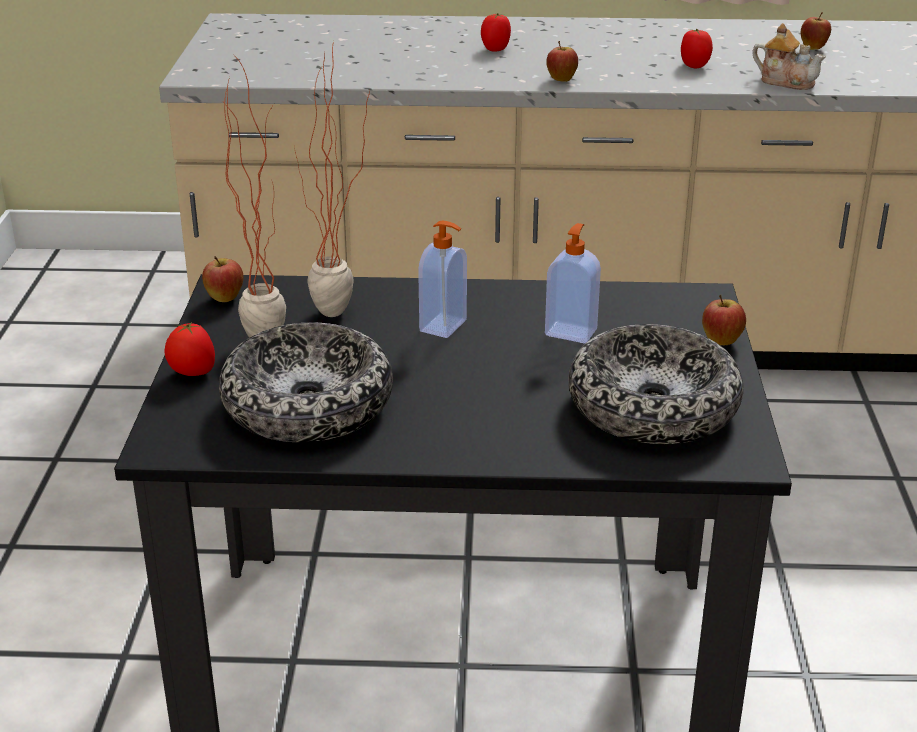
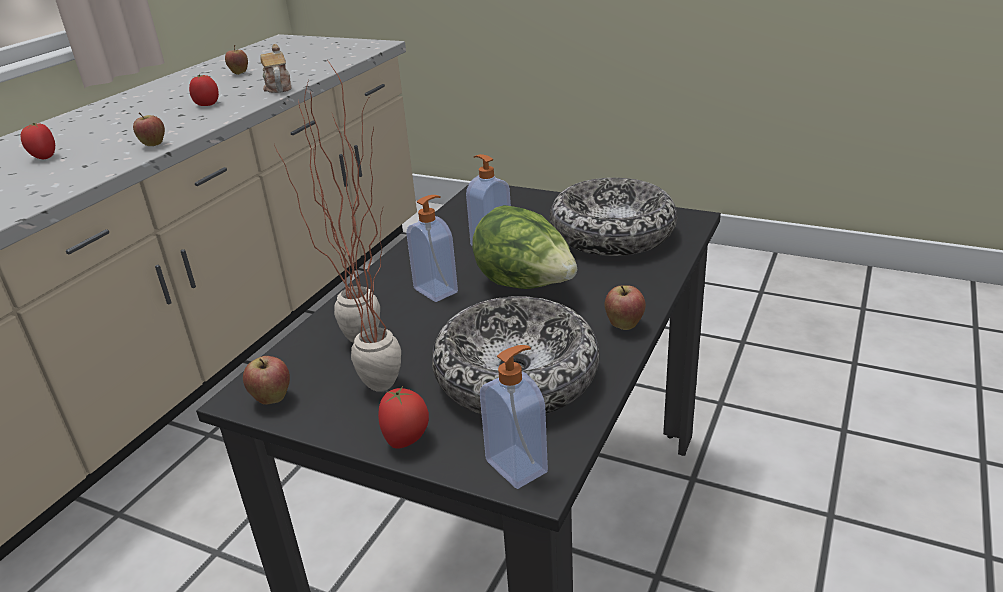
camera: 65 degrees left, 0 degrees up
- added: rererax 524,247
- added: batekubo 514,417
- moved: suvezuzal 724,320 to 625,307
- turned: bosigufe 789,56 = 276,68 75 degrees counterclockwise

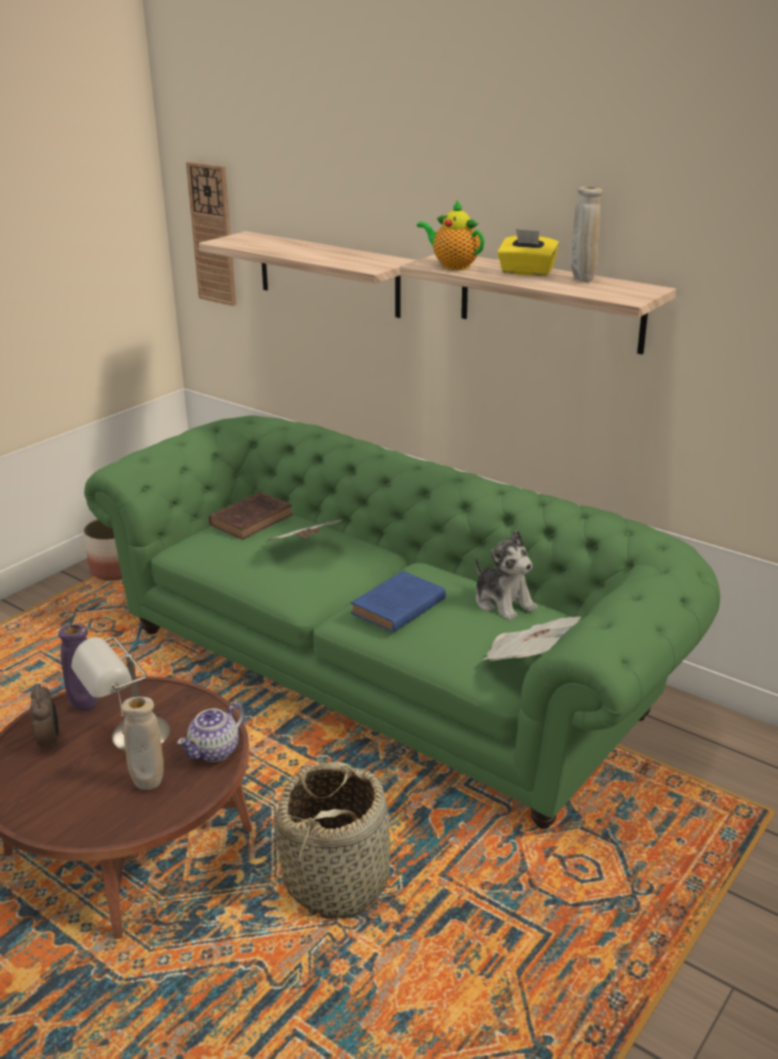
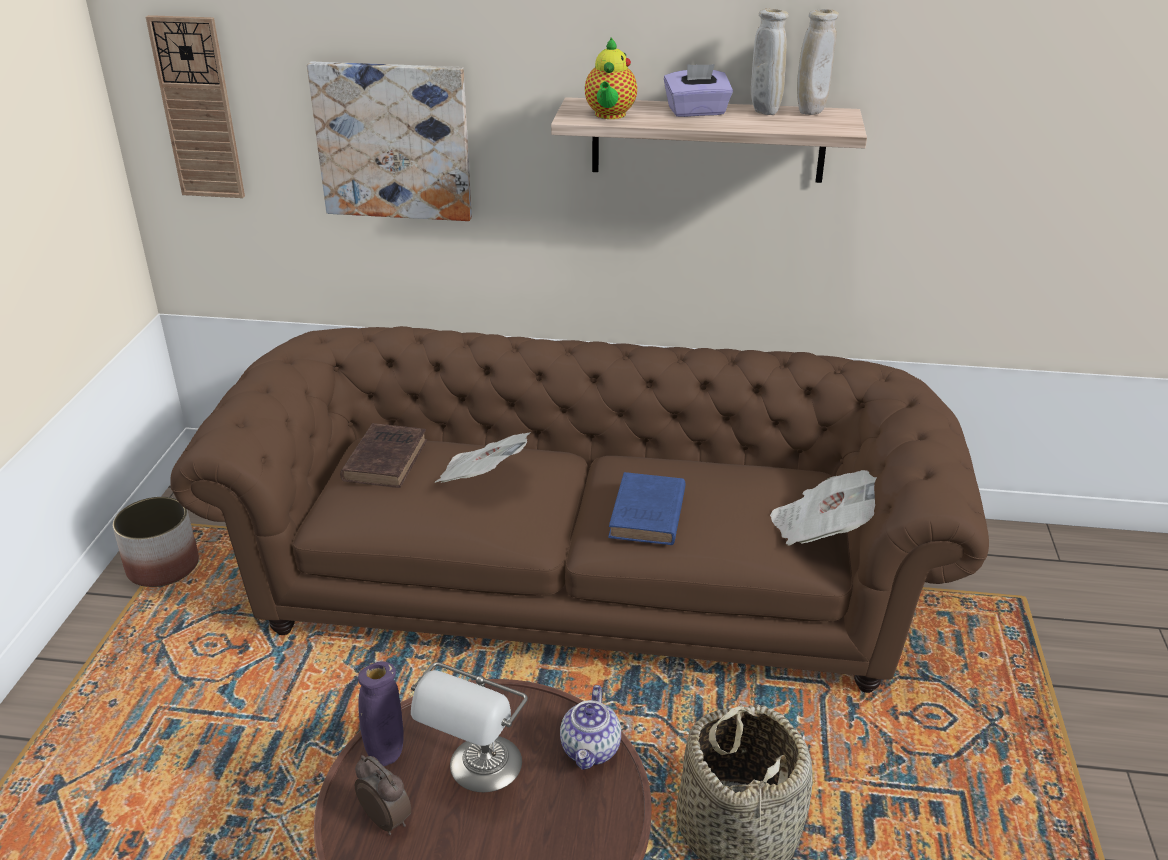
camera: 30 degrees left, 5 degrees up
- removed: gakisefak 506,575
- moved: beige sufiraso 142,743 to 818,62
- replaced: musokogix 307,274 to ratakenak 389,141
- recoloured: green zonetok 402,622 to brown zonetok 579,509
- recoloured: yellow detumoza 528,253 to purple detumoza 698,90
- turned: bosigufe 451,235 = 611,78 90 degrees counterclockwise

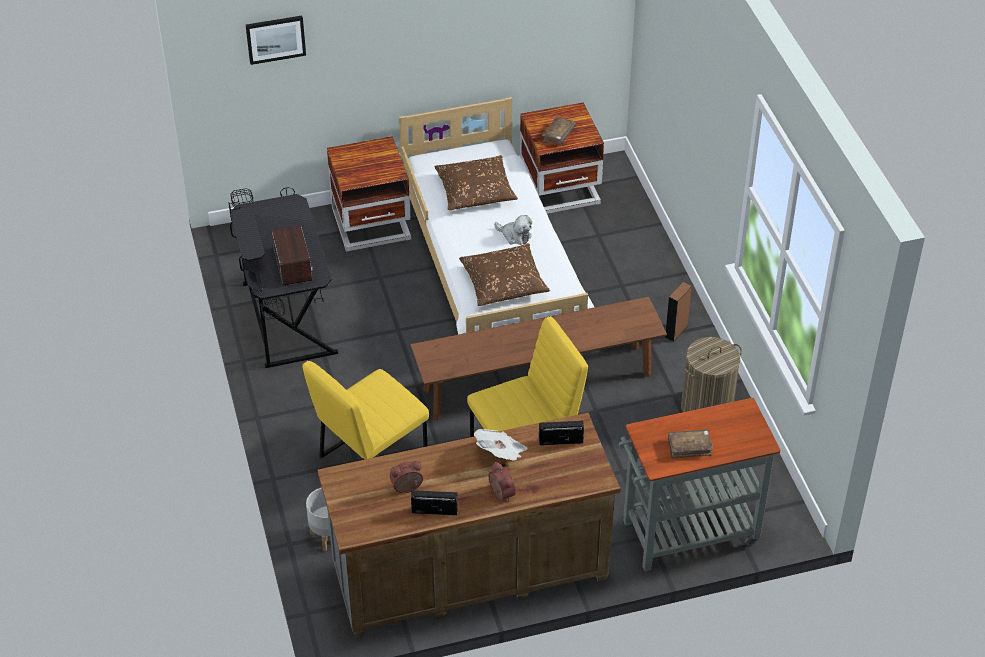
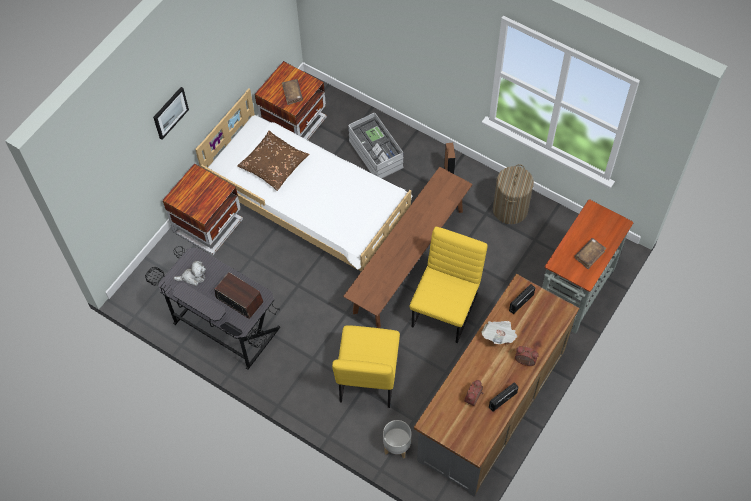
camera: 40 degrees left, 15 degrees up
- removed: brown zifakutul 504,274
- added: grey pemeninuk 375,145
- moved: ratakenak 276,40 to 171,113
- moved: gakisefak 513,230 to 190,273

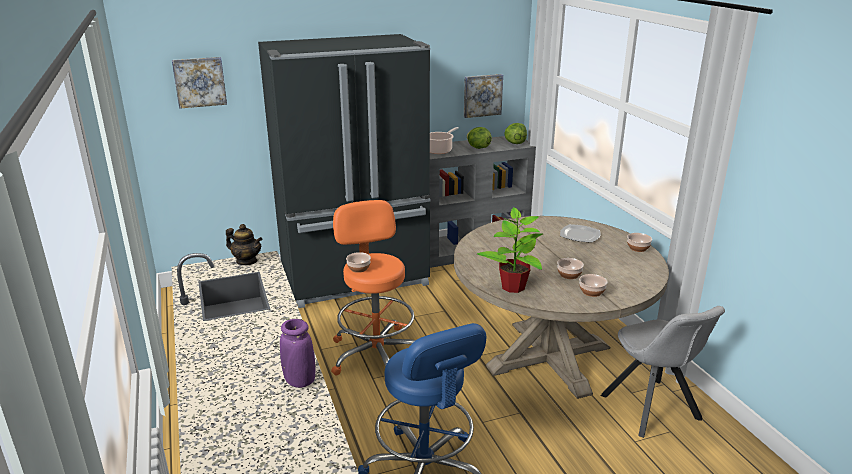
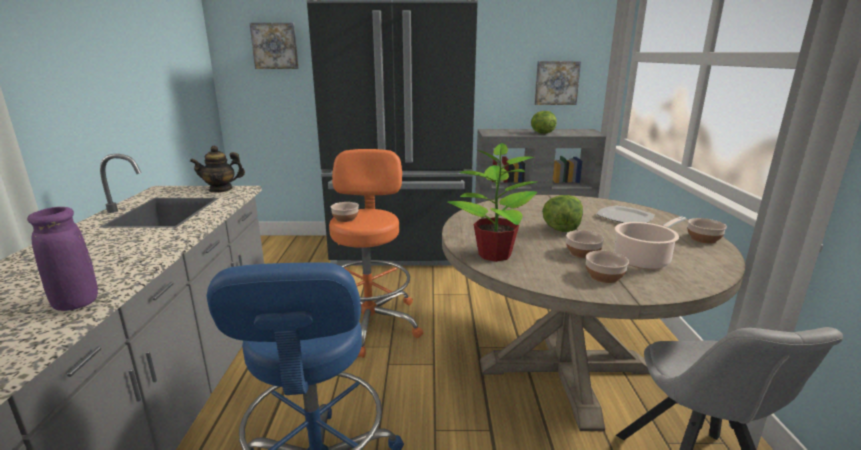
camera: 20 degrees right, 5 degrees down
- moved: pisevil 444,140 to 650,242
- moved: rererax 515,133 to 562,213
- turned: bosigufe 244,244 = 217,169 120 degrees clockwise

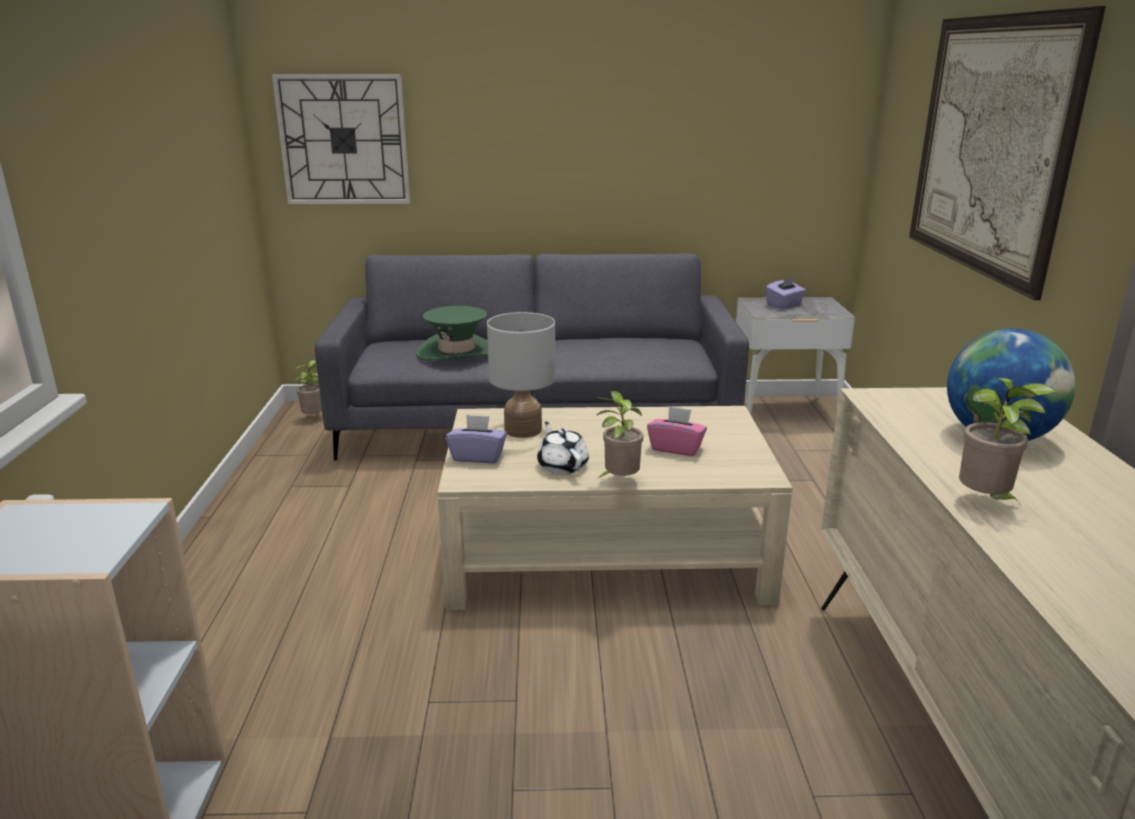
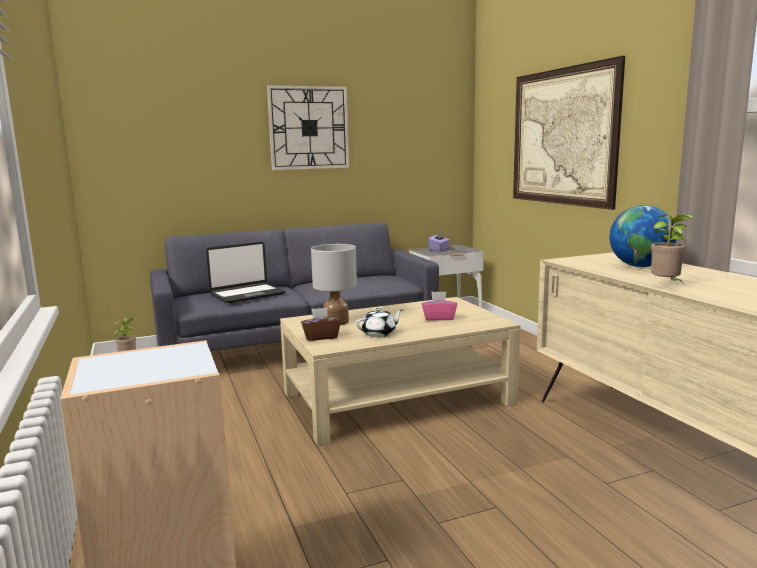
camera: 20 degrees left, 10 degrees down
- removed: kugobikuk 619,435
- moved: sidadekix 341,139 to 308,127
- replaced: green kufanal 452,333 to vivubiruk 246,272
- recoloured: purple detumoza 476,439 to brown detumoza 321,324
- turned: white bosigufe 563,448 = 379,322 105 degrees clockwise

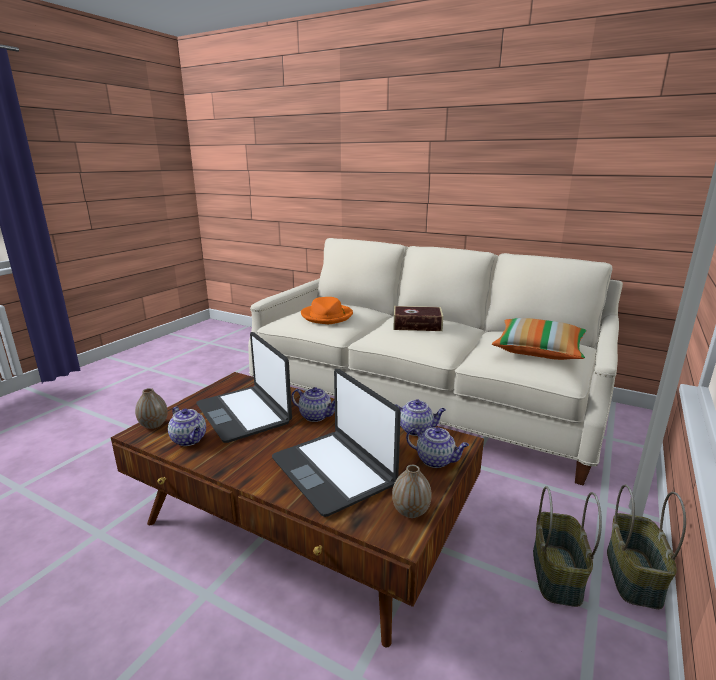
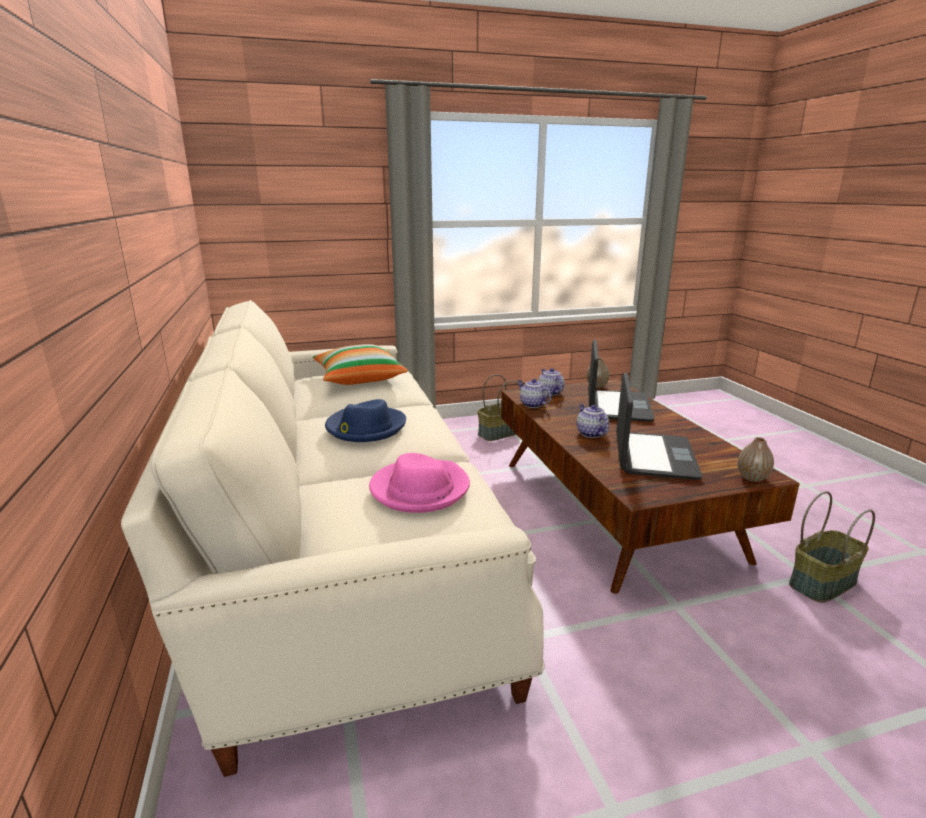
camera: 135 degrees left, 0 degrees up
- removed: bosigufe 187,426
- moved: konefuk 646,547 to 832,546
- replaced: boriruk 418,318 to blue kufanal 365,420
- recoloured: orange kufanal 327,310 to pink kufanal 419,483

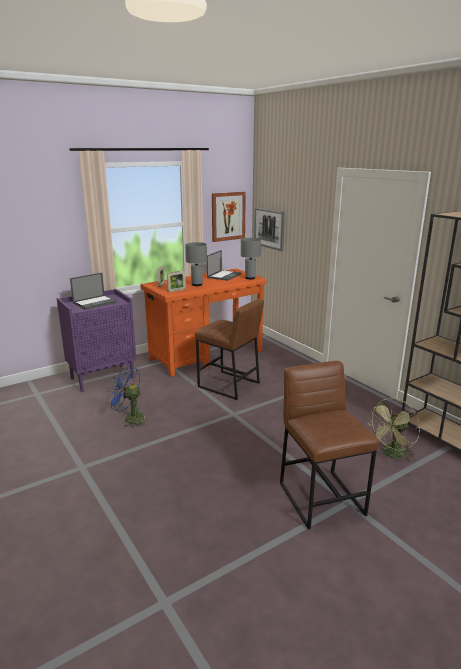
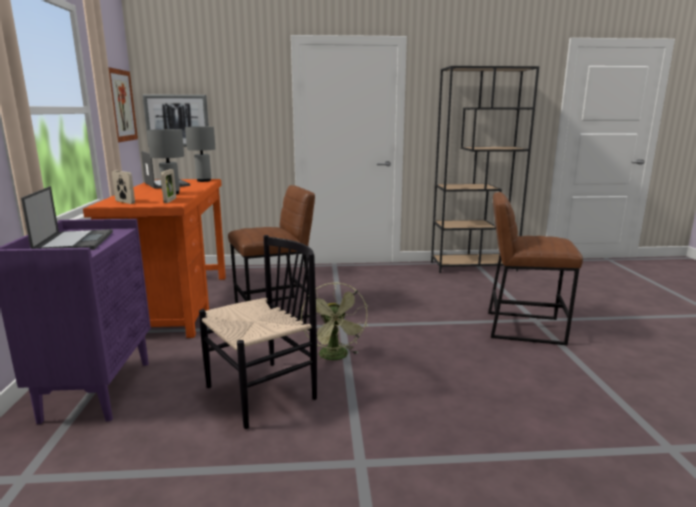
camera: 60 degrees left, 5 degrees down
- moved: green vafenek 393,430 to 334,321
- replaced: blue vafenek 127,397 to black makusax 258,332

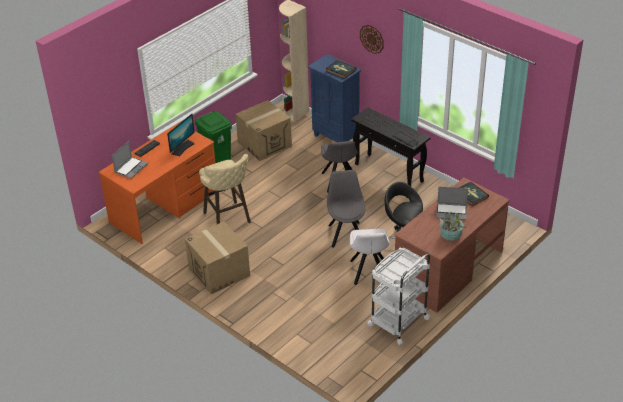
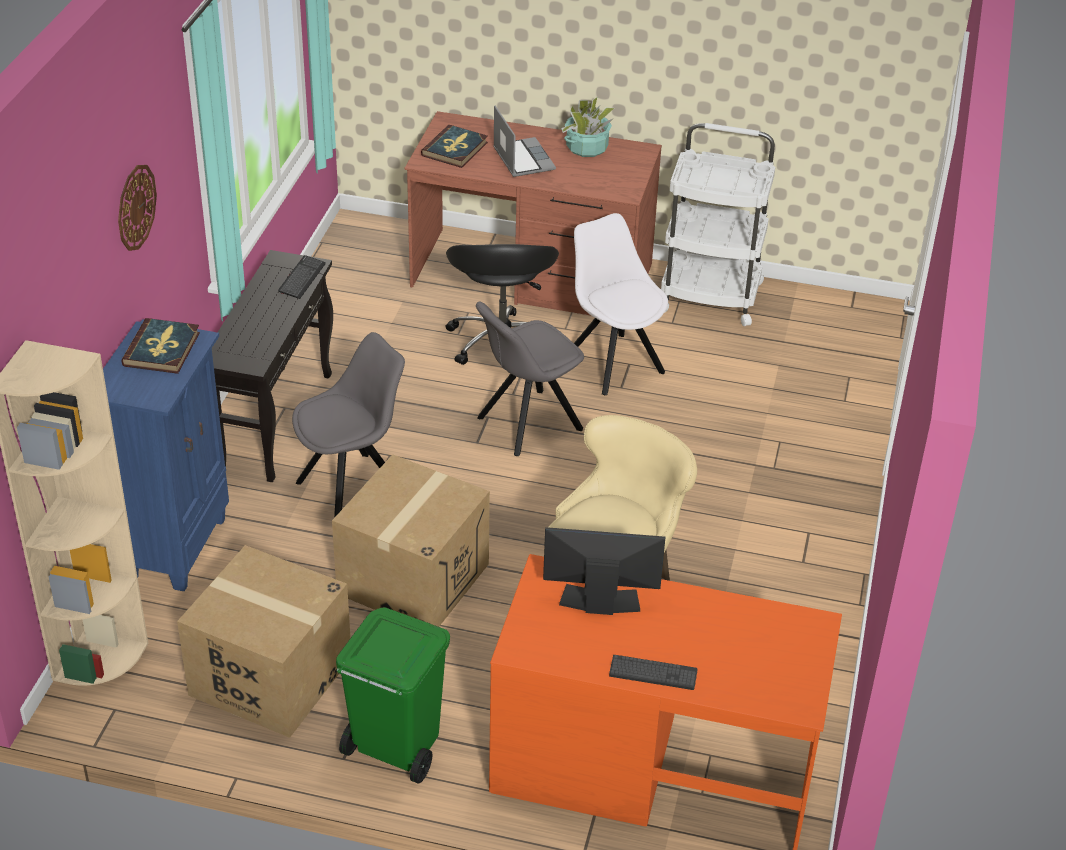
camera: 120 degrees left, 0 degrees up
- removed: vivubiruk 130,160
- moved: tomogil 217,257 to 411,540
- turned: white makusax 369,257 = 621,304 90 degrees counterclockwise

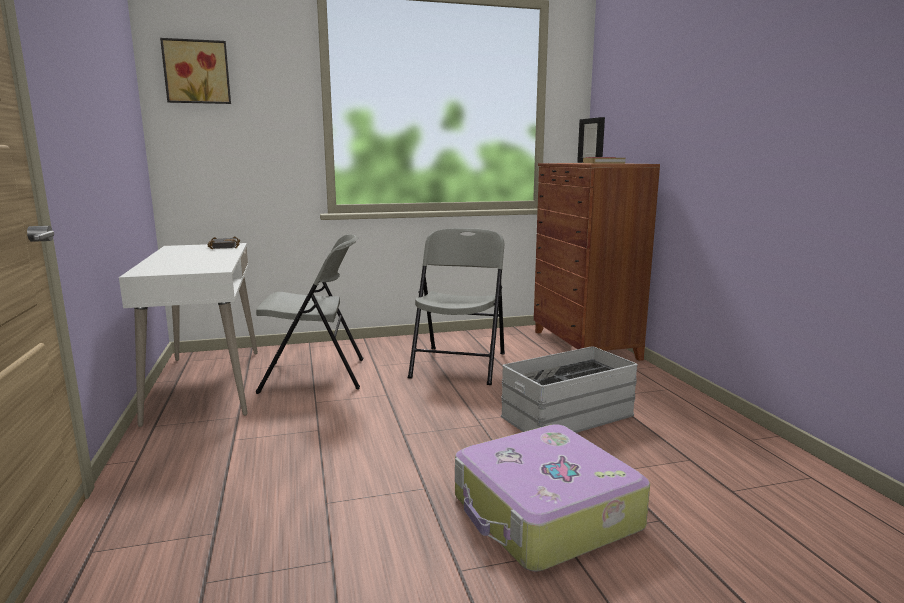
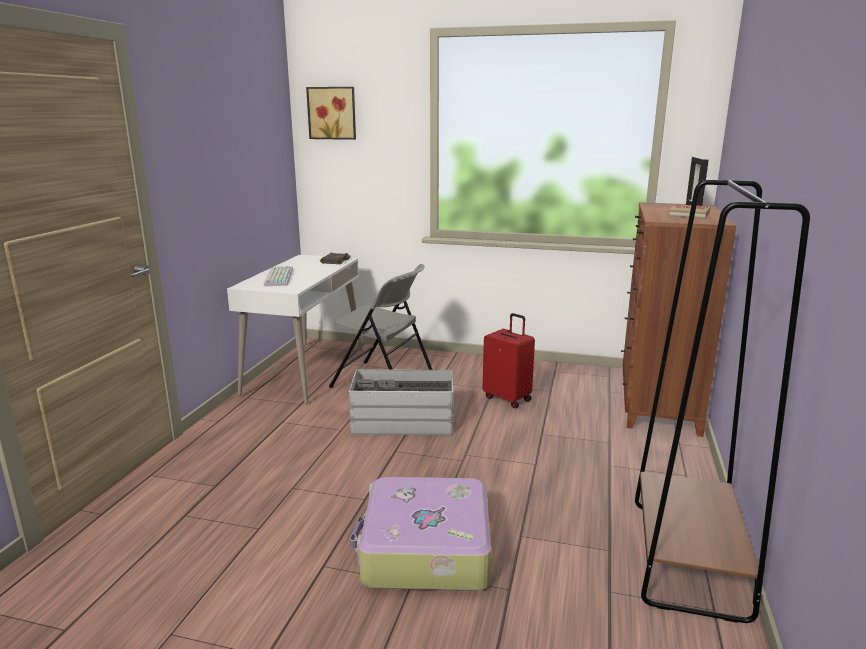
camera: 30 degrees right, 5 degrees up
- added: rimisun 278,276
- added: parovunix 722,401
- moved: grey pemeninuk 569,389 to 401,402
- replaced: grey makusax 456,306 to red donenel 508,360

